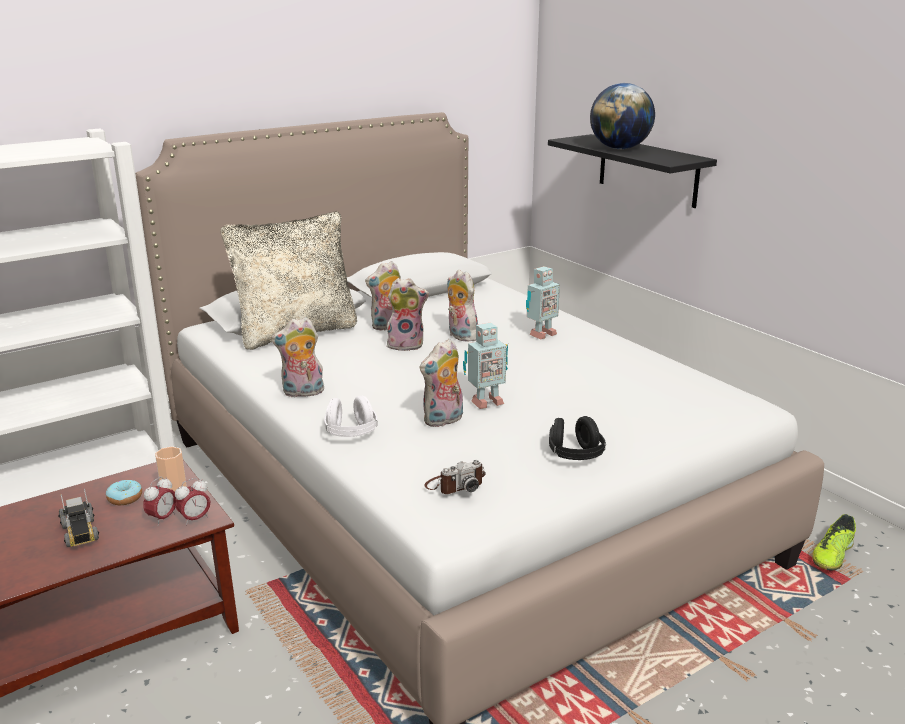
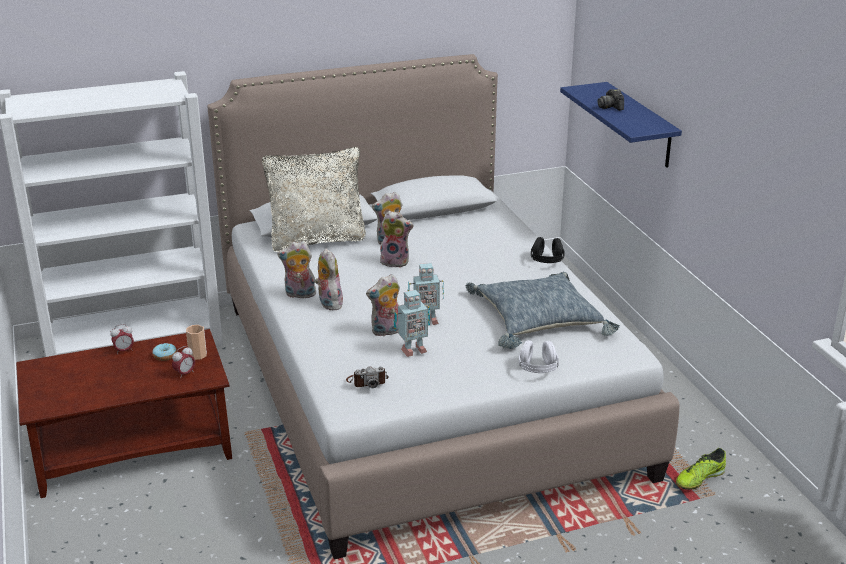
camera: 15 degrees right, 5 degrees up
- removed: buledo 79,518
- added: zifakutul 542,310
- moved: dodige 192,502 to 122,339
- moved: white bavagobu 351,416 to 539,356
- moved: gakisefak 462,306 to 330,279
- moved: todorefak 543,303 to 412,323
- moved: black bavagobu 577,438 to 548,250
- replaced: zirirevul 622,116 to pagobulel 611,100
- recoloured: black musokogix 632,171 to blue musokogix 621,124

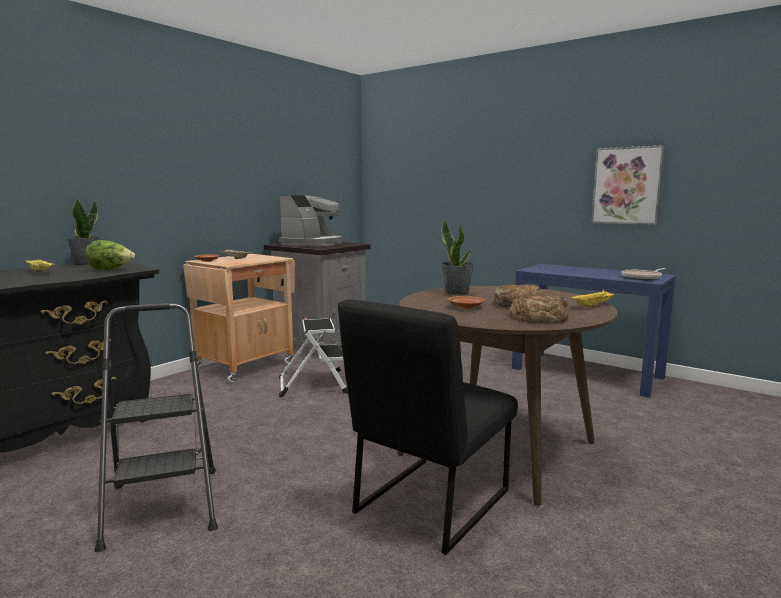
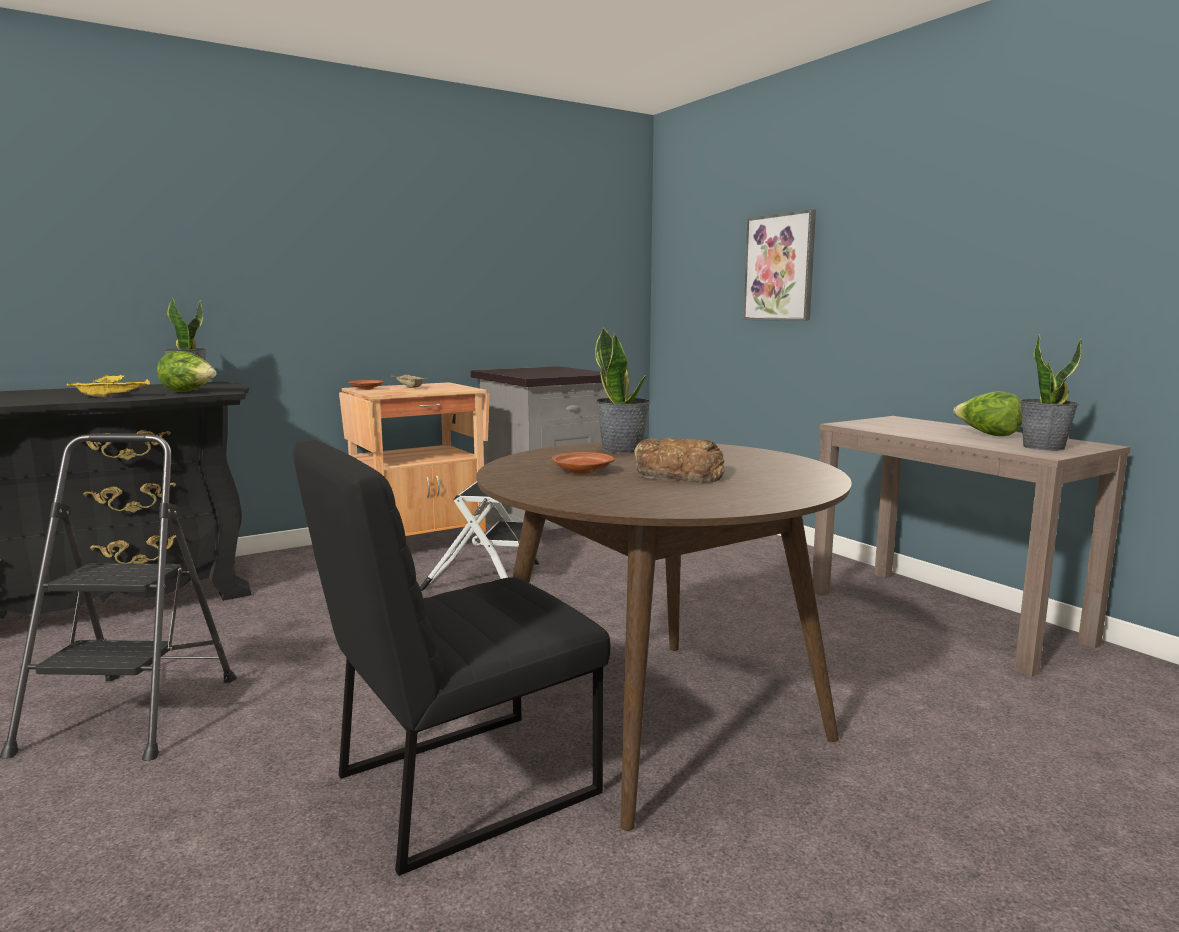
camera: 20 degrees right, 0 degrees up
- removed: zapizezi 310,220
- removed: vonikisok 539,309
- added: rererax 987,413
- moved: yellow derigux 593,298 to 108,388
- moved: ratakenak 628,185 to 779,265
- replaced: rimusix 643,274 to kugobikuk 1051,392
- recoloured: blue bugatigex 594,331 to brown bugatigex 971,546

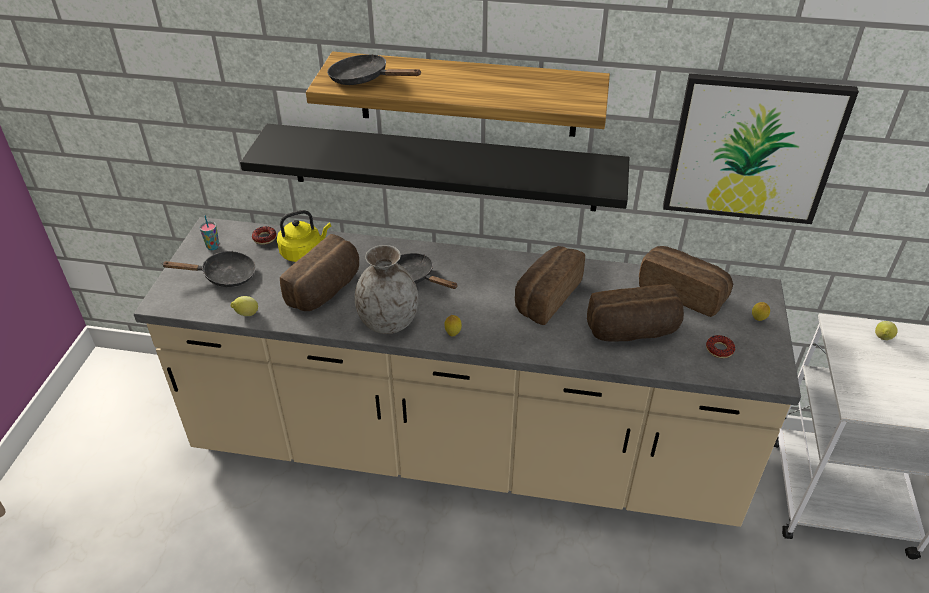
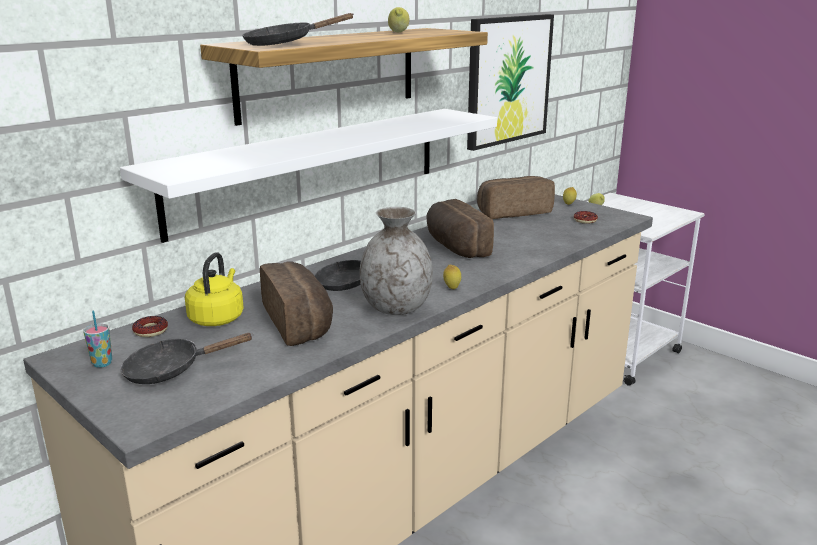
camera: 55 degrees left, 20 degrees down
- removed: vonikisok 635,313
- moved: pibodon 244,306 to 398,19
- recoloured: black musokogix 434,167 to white musokogix 308,176
- turned: black rimusix 208,269 = 187,358 135 degrees counterclockwise

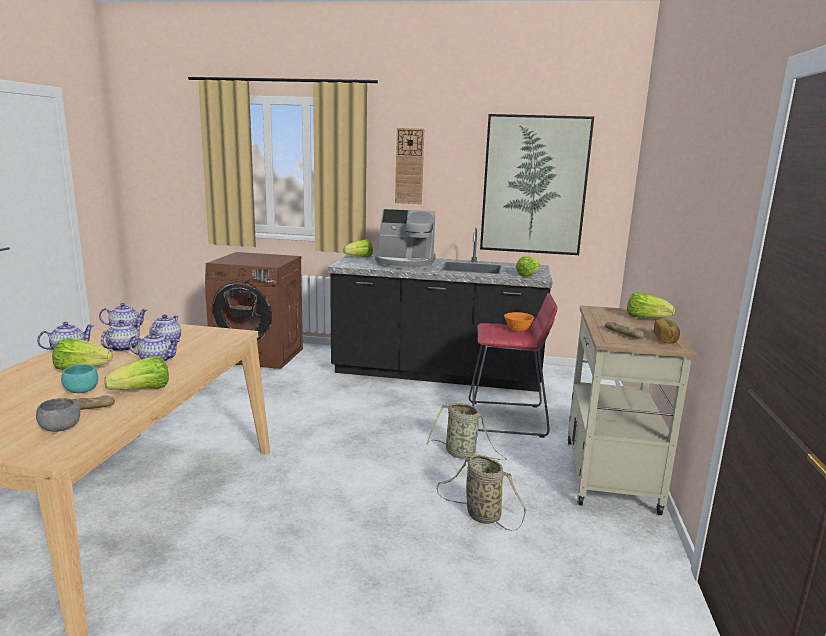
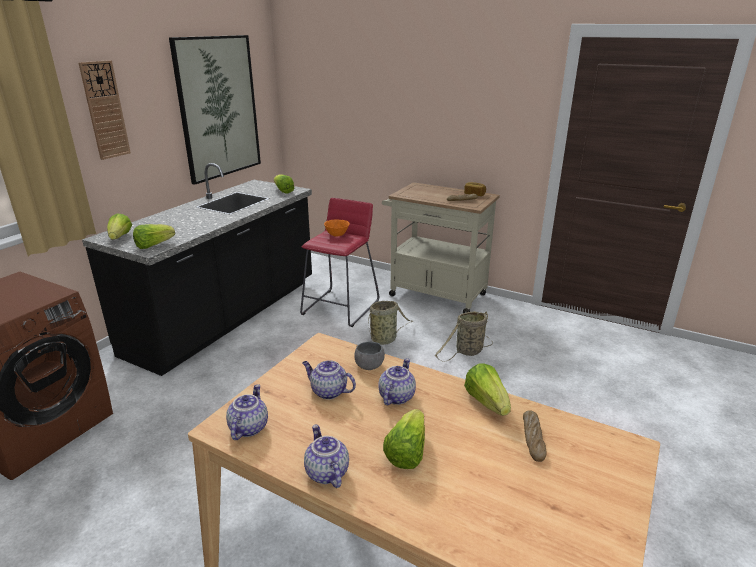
camera: 70 degrees left, 10 degrees up
- removed: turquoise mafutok 79,378
- removed: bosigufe 121,336
- removed: zapizezi 405,239
- moved: grey mafutok 58,415 to 369,355
- moved: rererax 651,305 to 154,236

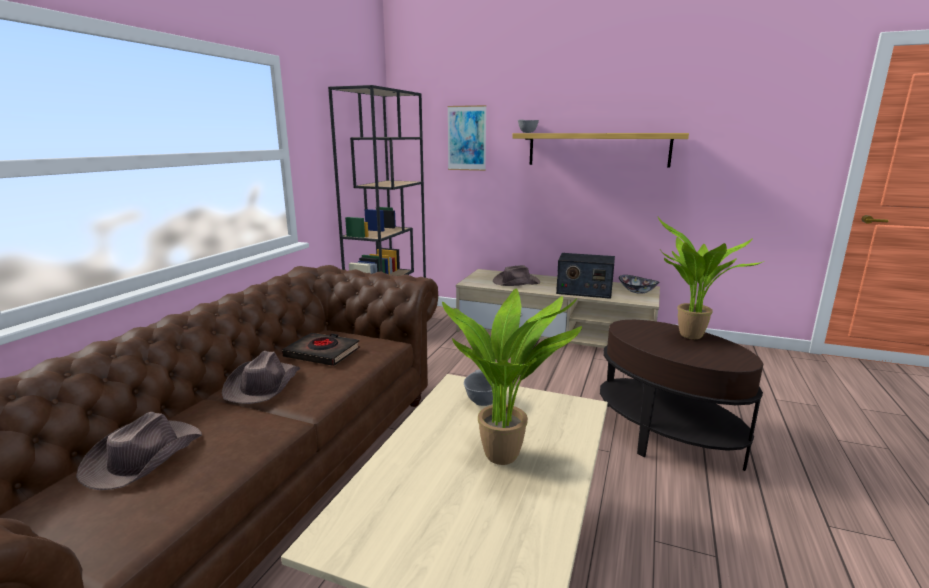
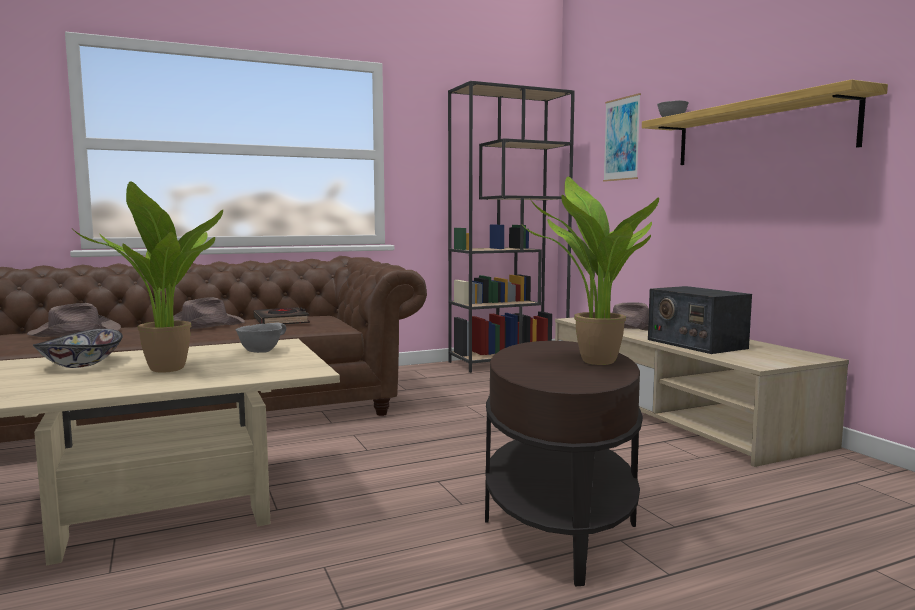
camera: 45 degrees right, 10 degrees down
- moved: mafutok 639,284 to 78,348

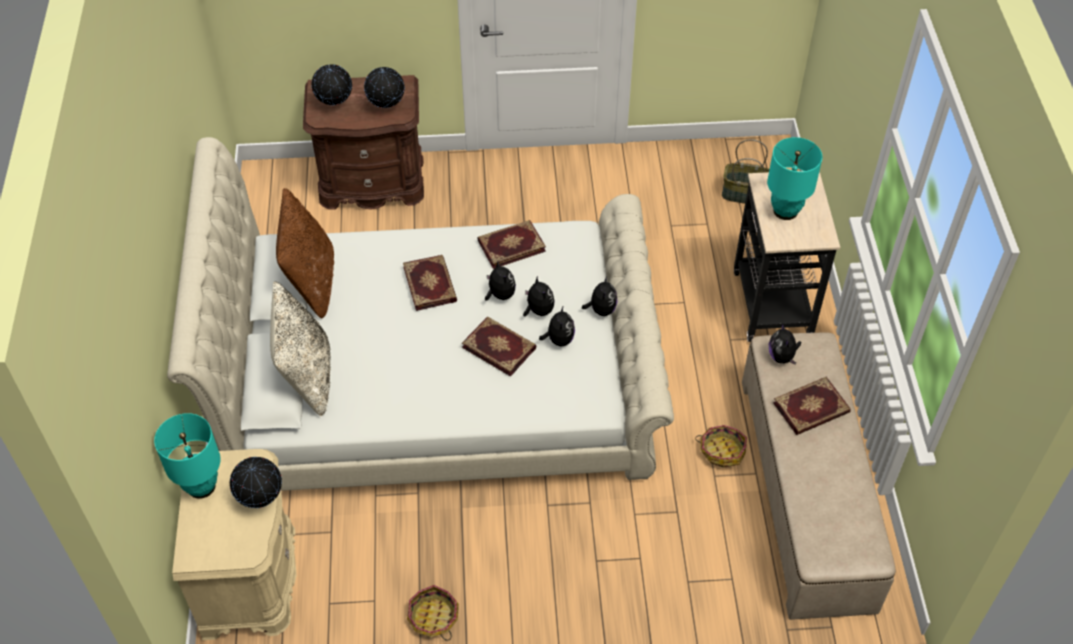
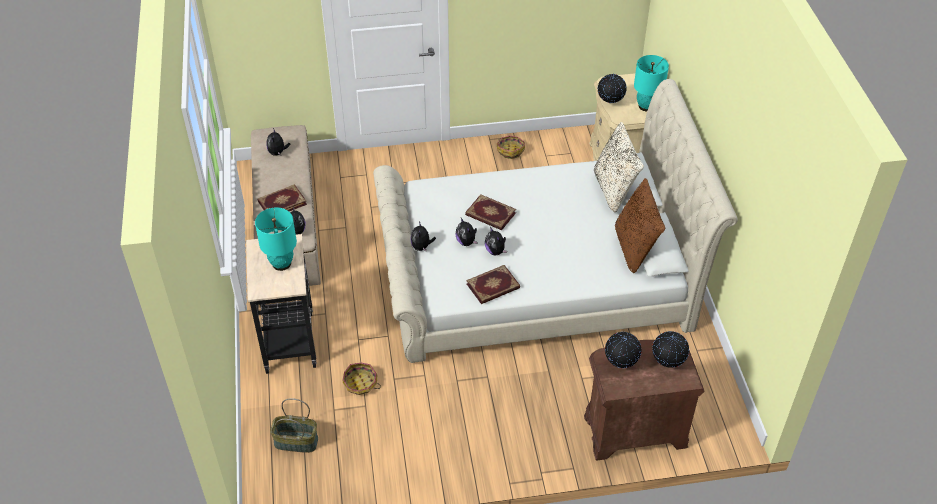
camera: 175 degrees right, 5 degrees down
- removed: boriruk 430,283
- moved: gakisefak 557,326 to 278,142
- moved: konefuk 721,446 to 362,379

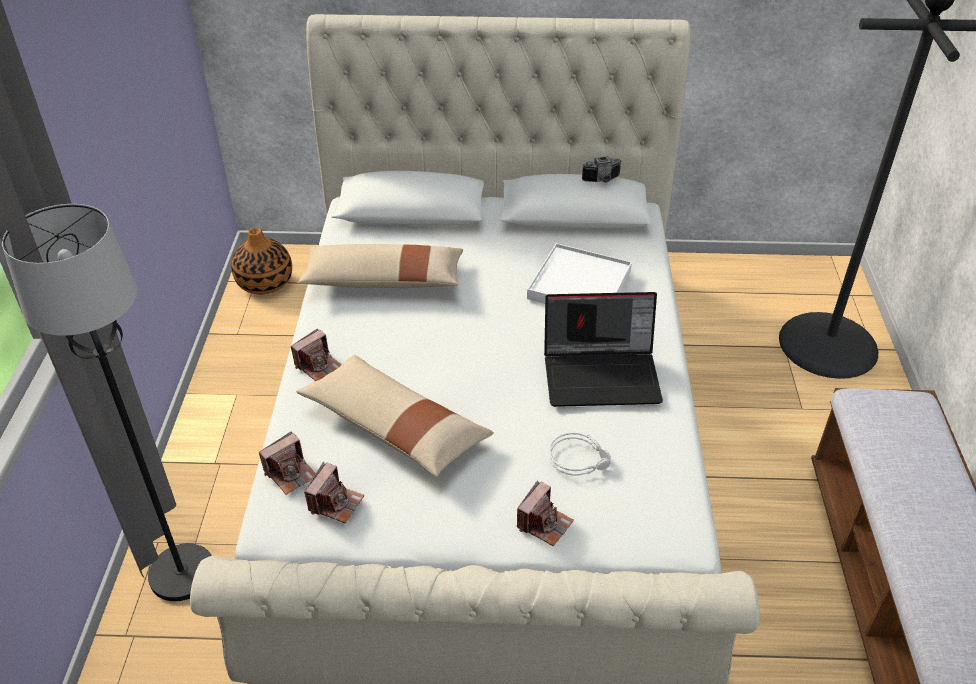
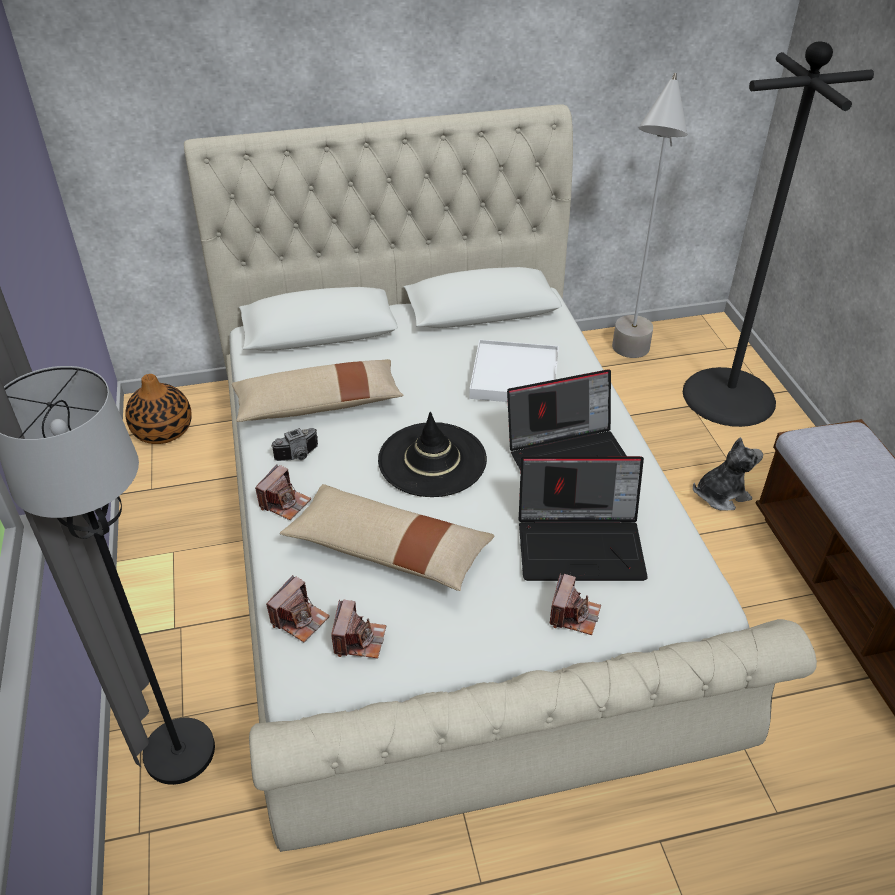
camera: 15 degrees left, 0 degrees up
- added: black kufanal 432,454
- added: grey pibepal 650,215
- added: gakisefak 728,474
- moved: pagobulel 601,169 to 294,444
- replaced: grey bavagobu 580,454 to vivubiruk 583,518

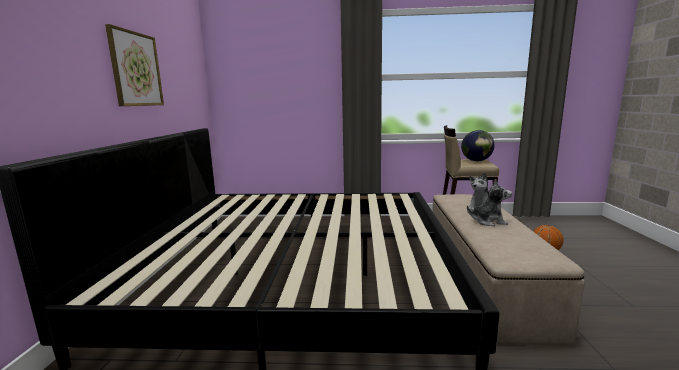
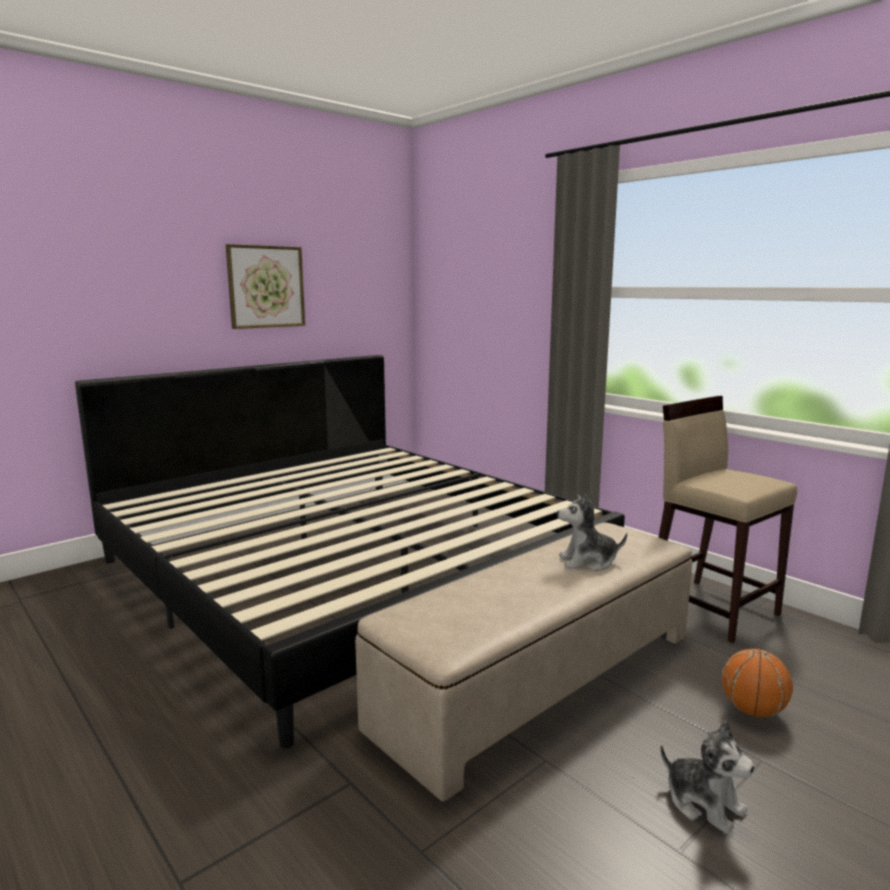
camera: 45 degrees right, 0 degrees up
- removed: zirirevul 478,145
- moved: gakisefak 489,202 to 707,777

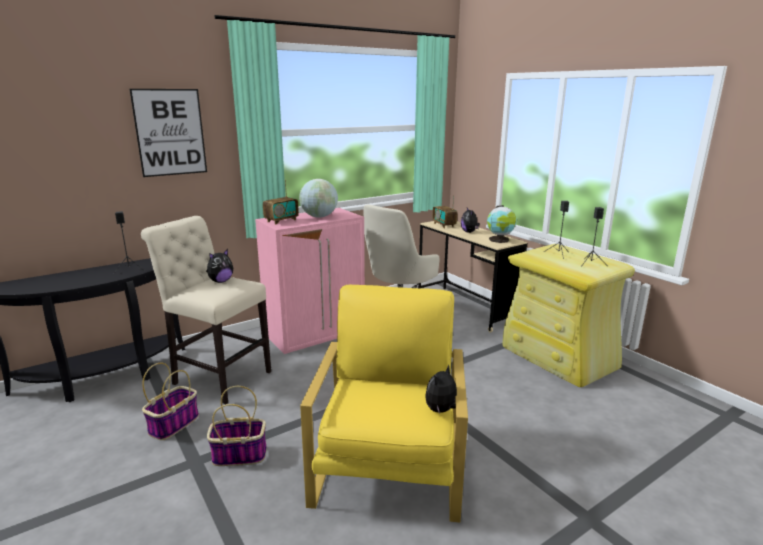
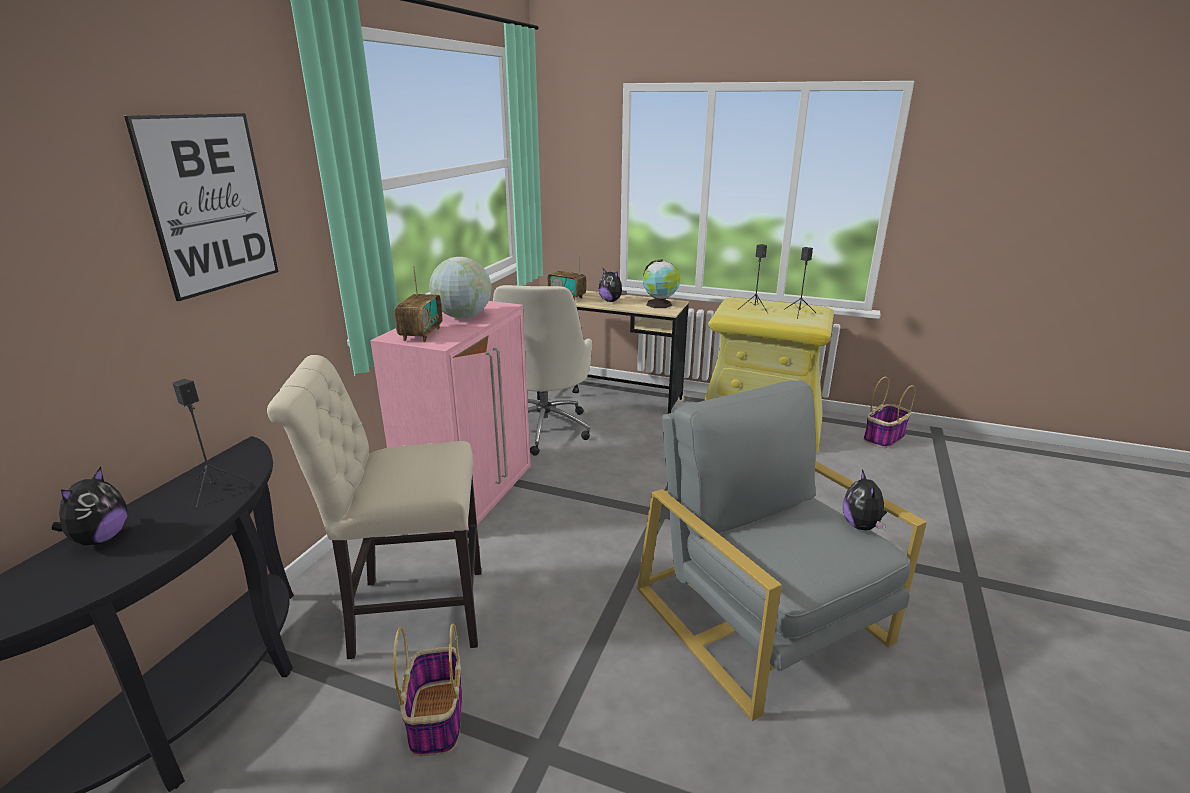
camera: 35 degrees left, 5 degrees up
- moved: gakisefak 219,266 to 90,506
- moved: konefuk 237,426 to 889,412
- recoloured: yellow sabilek 384,403 to grey sabilek 782,550

